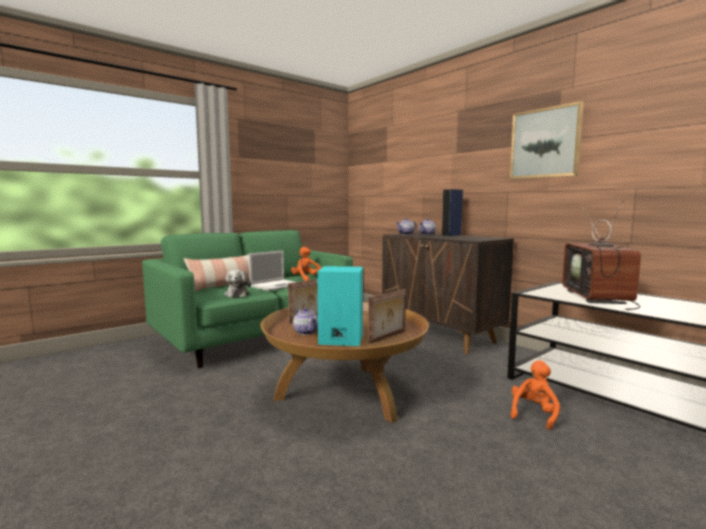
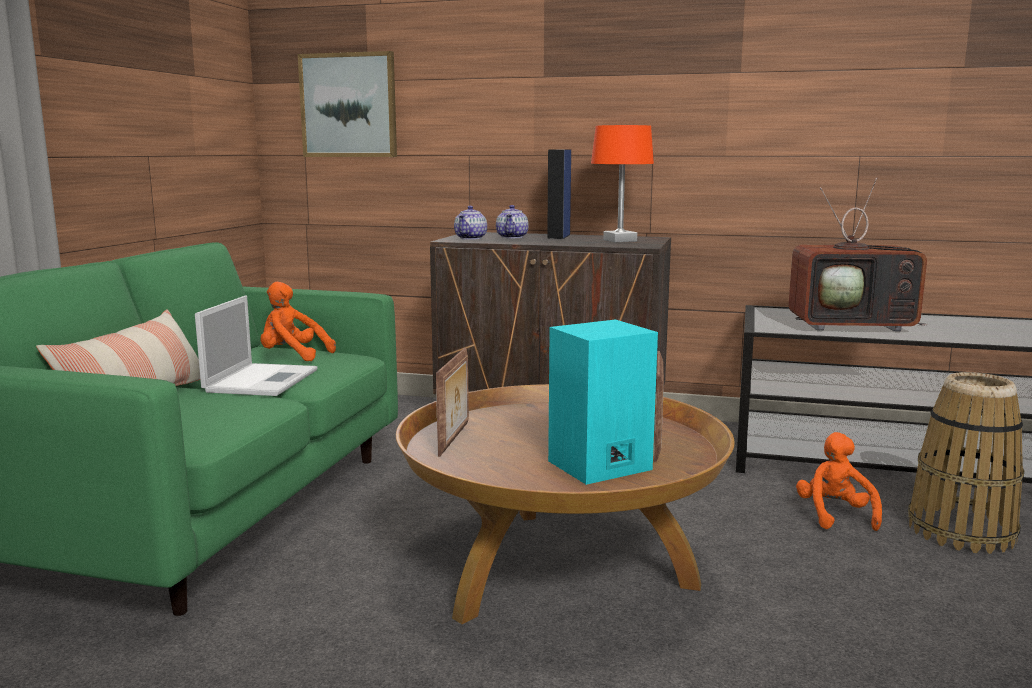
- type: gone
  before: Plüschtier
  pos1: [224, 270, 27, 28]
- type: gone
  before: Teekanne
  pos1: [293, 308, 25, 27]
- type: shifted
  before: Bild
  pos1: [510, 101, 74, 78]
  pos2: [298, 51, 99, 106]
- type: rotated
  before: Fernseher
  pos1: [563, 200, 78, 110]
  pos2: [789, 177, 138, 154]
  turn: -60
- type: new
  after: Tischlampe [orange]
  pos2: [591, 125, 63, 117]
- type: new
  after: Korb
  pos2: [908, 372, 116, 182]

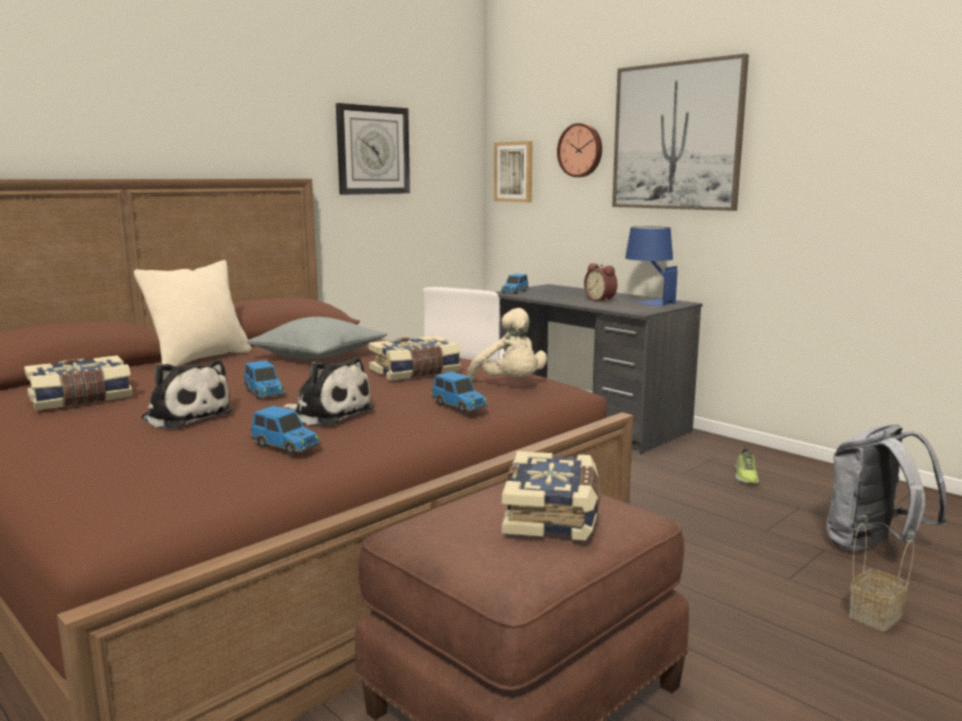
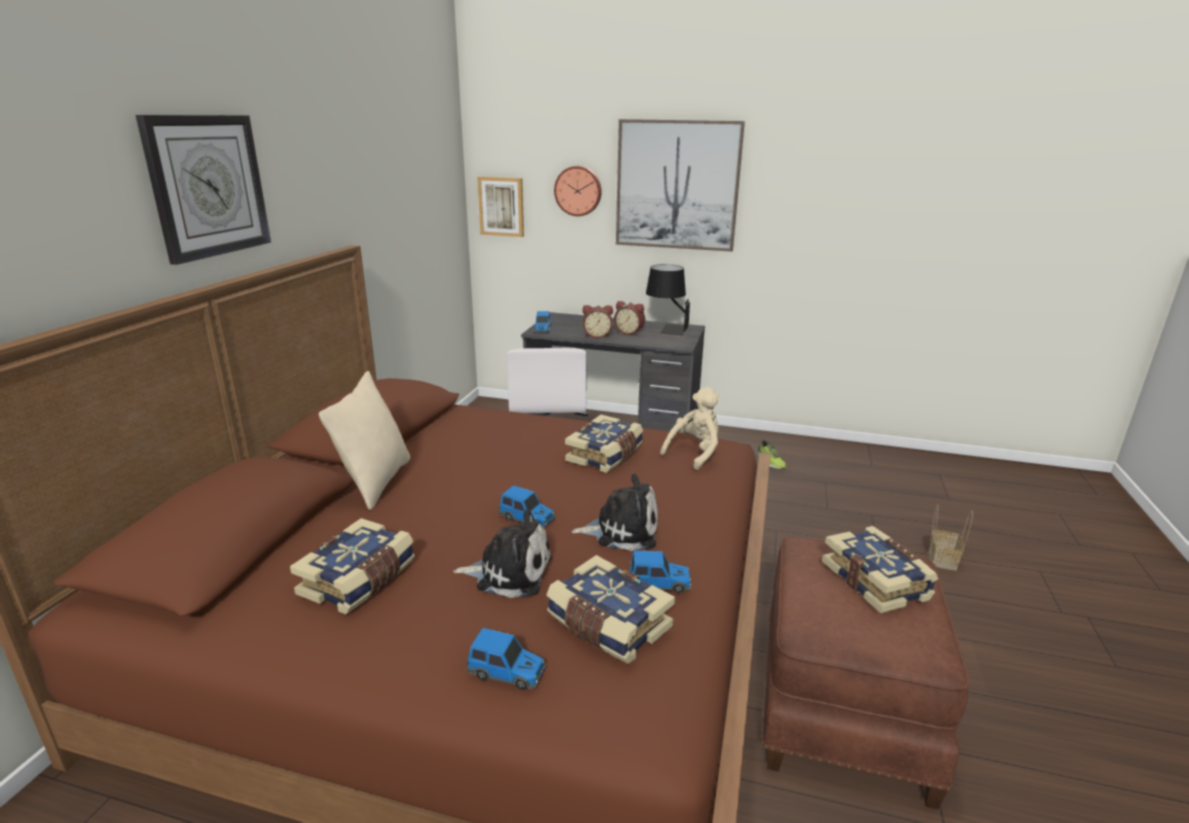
- type: gone
  before: Kissen [grau]
  pos1: [247, 317, 140, 42]
- type: shifted
  before: Wanduhr
  pos1: [336, 103, 74, 92]
  pos2: [136, 115, 135, 150]
- type: shifted
  before: Spielzeugauto
  pos1: [432, 372, 56, 40]
  pos2: [467, 628, 79, 62]
- type: rotated
  before: Plüschtier [beige]
  pos1: [467, 308, 80, 73]
  pos2: [660, 387, 59, 83]
  turn: -75
- type: repainted
  before: Tischlampe [blau]
  after: Tischlampe [schwarz]
  pos1: [625, 226, 55, 80]
  pos2: [646, 264, 44, 71]
- type: gone
  before: Rucksack [grau]
  pos1: [827, 424, 120, 128]
- type: new
  after: Buch
  pos2: [547, 555, 128, 109]
- type: new
  after: Wecker
  pos2: [582, 305, 31, 33]

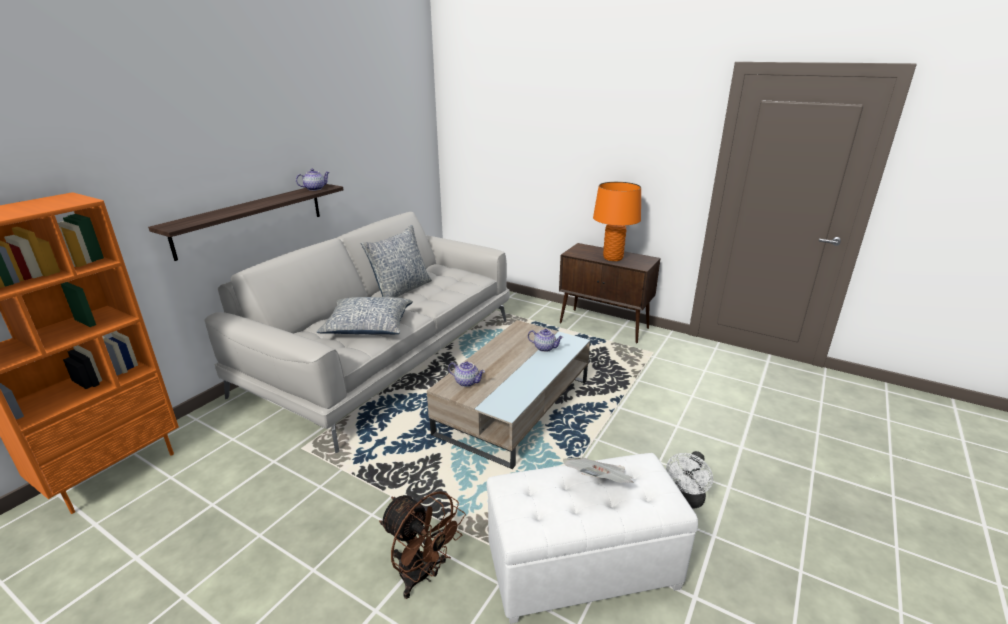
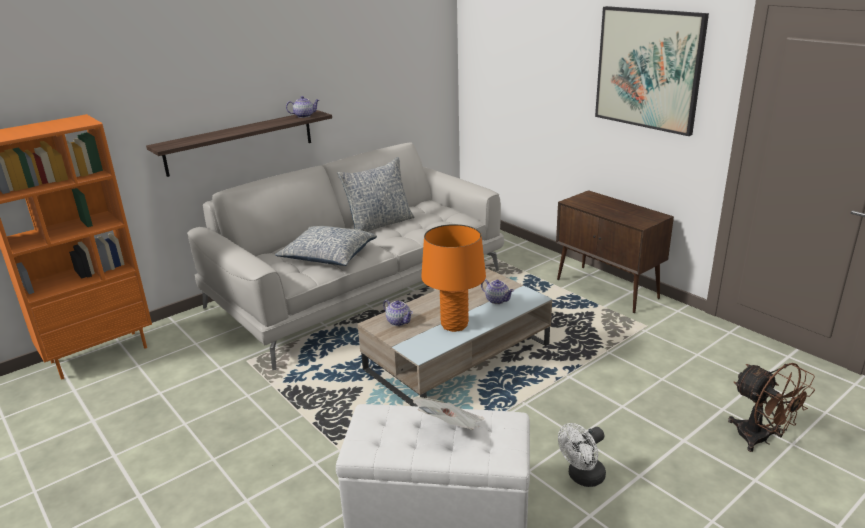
- type: shifted
  before: Ventilator [braun]
  pos1: [379, 491, 87, 108]
  pos2: [728, 363, 87, 89]
- type: shifted
  before: Tischlampe [orange]
  pos1: [593, 182, 48, 79]
  pos2: [421, 224, 65, 108]
- type: new
  after: Bild
  pos2: [595, 6, 114, 130]

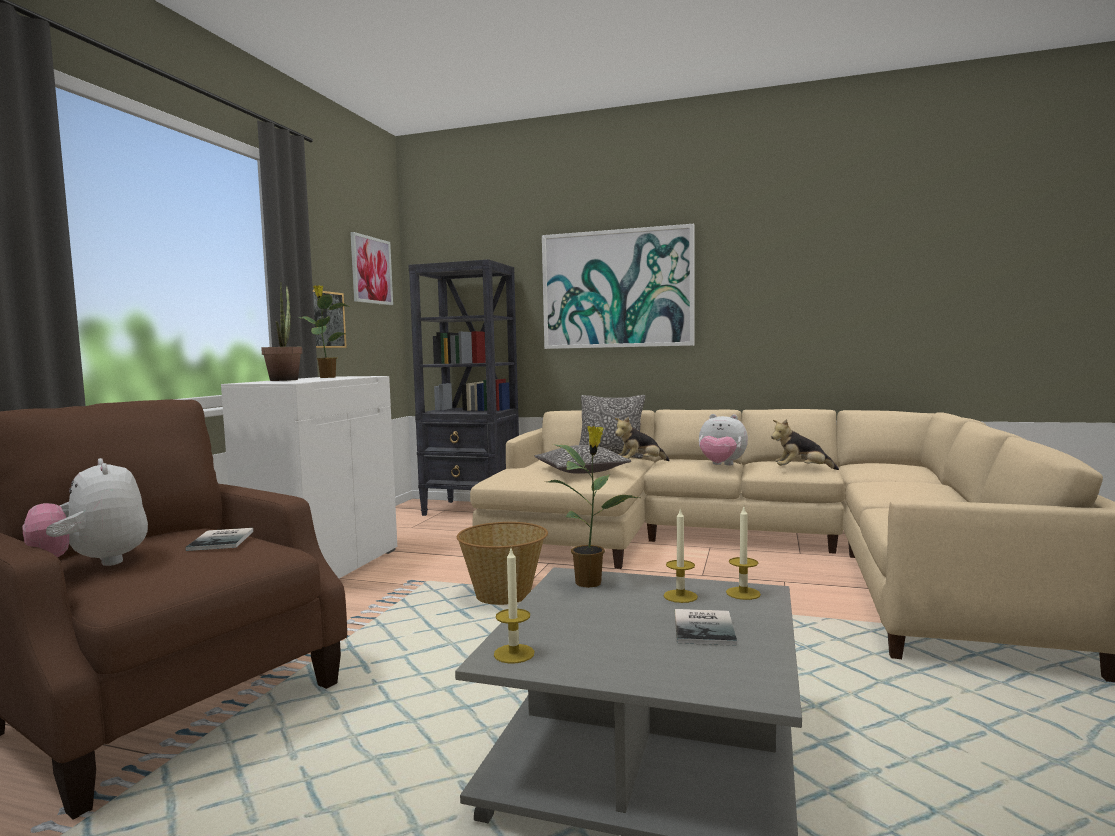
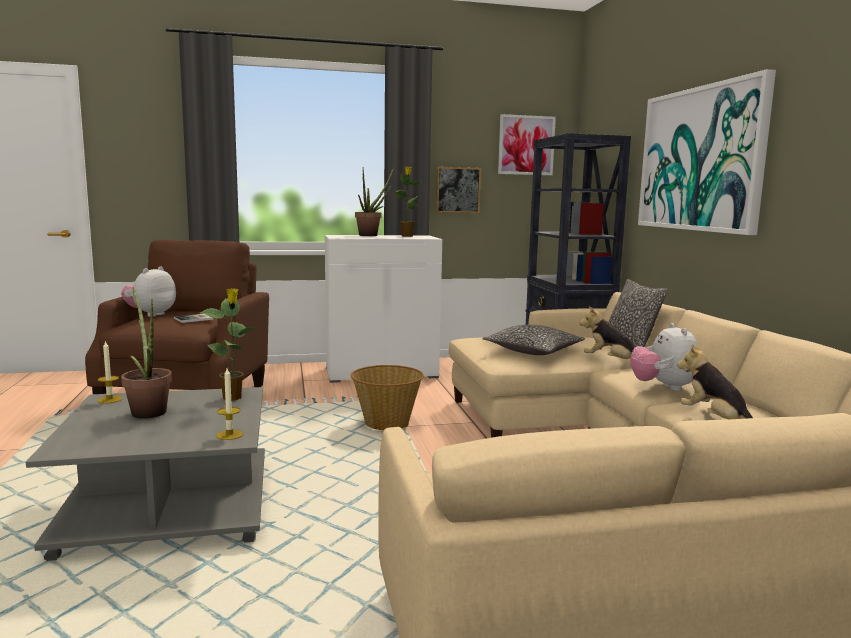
- type: gone
  before: Kerze
  pos1: [664, 509, 34, 94]
- type: gone
  before: Buch
  pos1: [675, 609, 62, 37]
- type: new
  after: Topfpflanze
  pos2: [121, 287, 51, 132]

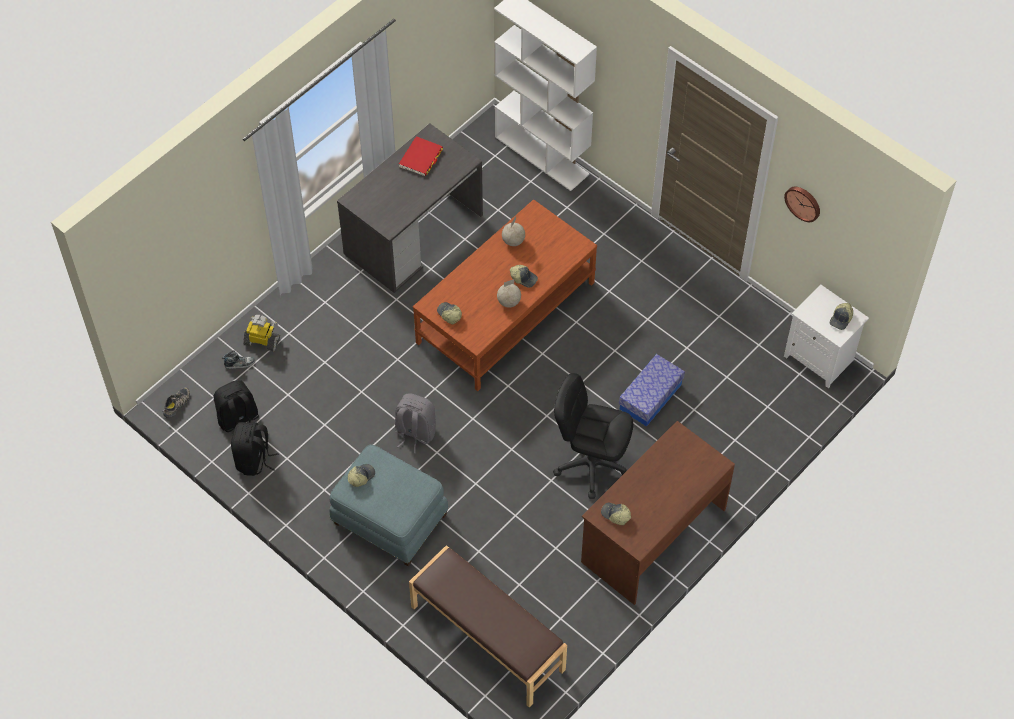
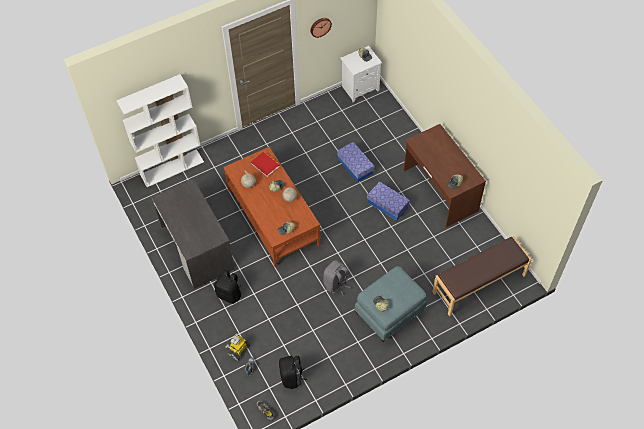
- type: shifted
  before: Rucksack [schwarz]
  pos1: [231, 422, 47, 54]
  pos2: [214, 270, 28, 34]
- type: shifted
  before: Buch [rot]
  pos1: [399, 136, 44, 40]
  pos2: [251, 152, 29, 25]
- type: swapped
  before: Bürostuhl [schwarz]
  after: Aufbewahrungsbox
  pos1: [553, 373, 80, 126]
  pos2: [367, 181, 43, 40]

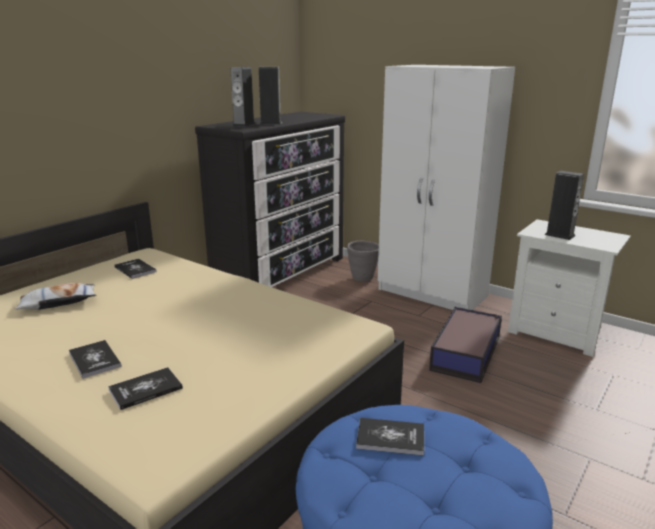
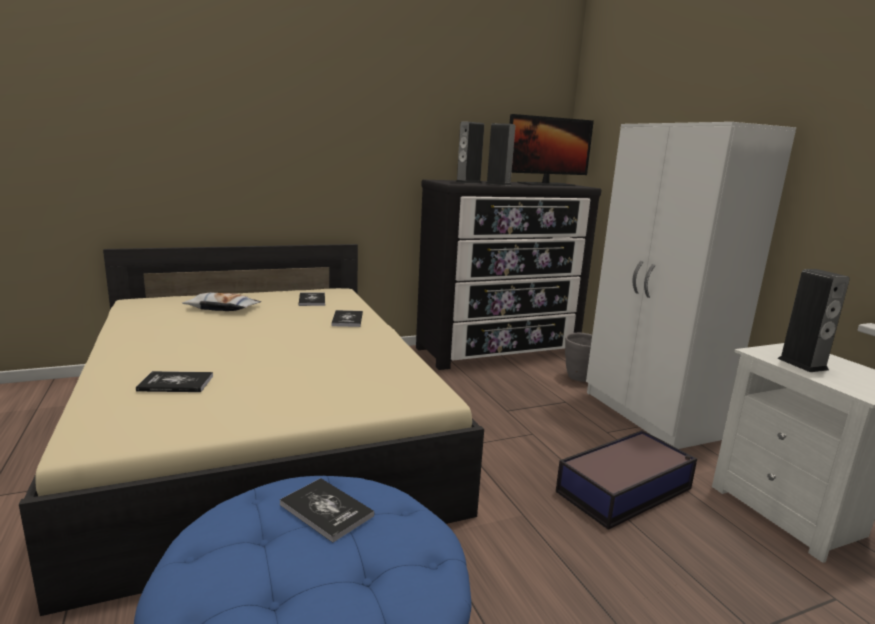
- type: shifted
  before: Buch
  pos1: [69, 340, 53, 39]
  pos2: [331, 310, 32, 17]
- type: new
  after: Monitor
  pos2: [510, 114, 84, 72]

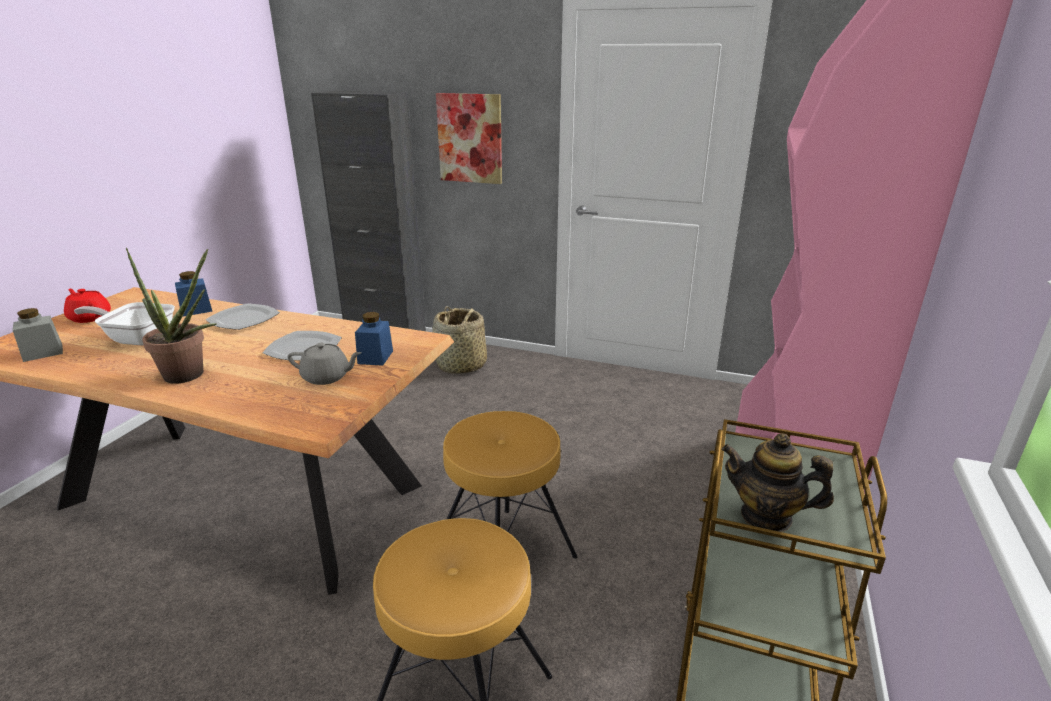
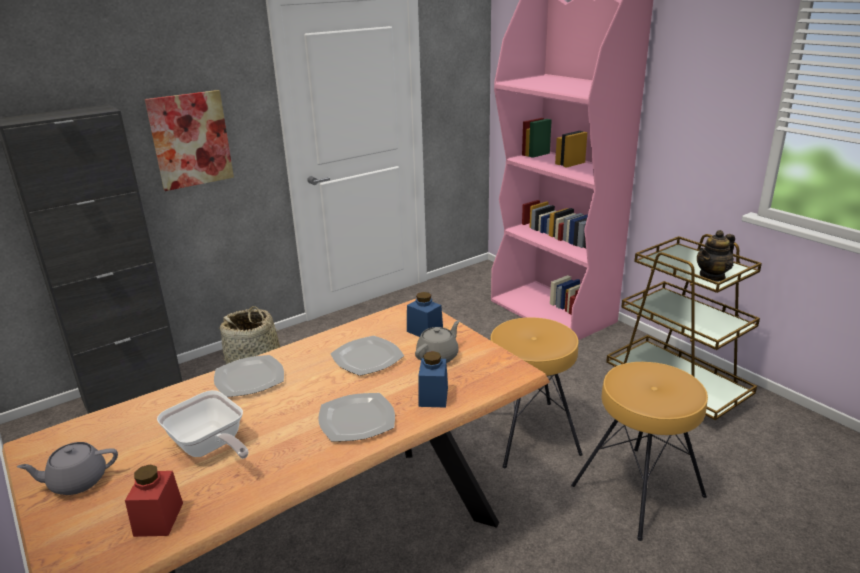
- type: repainted
  before: Vorratsglas [grau]
  after: Vorratsglas [rot]
  pos1: [12, 308, 51, 54]
  pos2: [125, 464, 58, 73]
- type: repainted
  before: Teekanne [rot]
  after: Teekanne [grau]
  pos1: [64, 289, 47, 34]
  pos2: [17, 442, 101, 53]
- type: rotated
  before: Pfanne
  pos1: [74, 302, 101, 44]
  pos2: [157, 390, 92, 69]
  turn: -90
- type: swapped
  before: Topfpflanze
  after: Teller
  pos1: [126, 248, 91, 136]
  pos2: [318, 393, 77, 49]
- type: shifted
  before: Vorratsglas [blau]
  pos1: [175, 271, 38, 46]
  pos2: [418, 351, 30, 57]

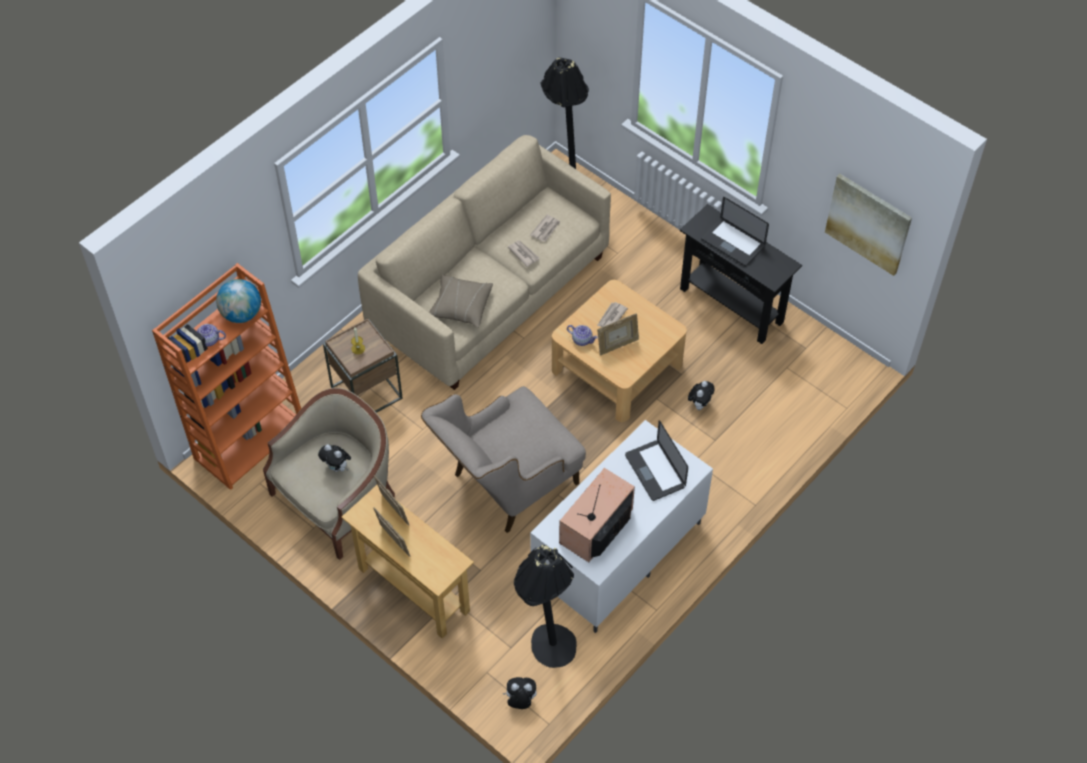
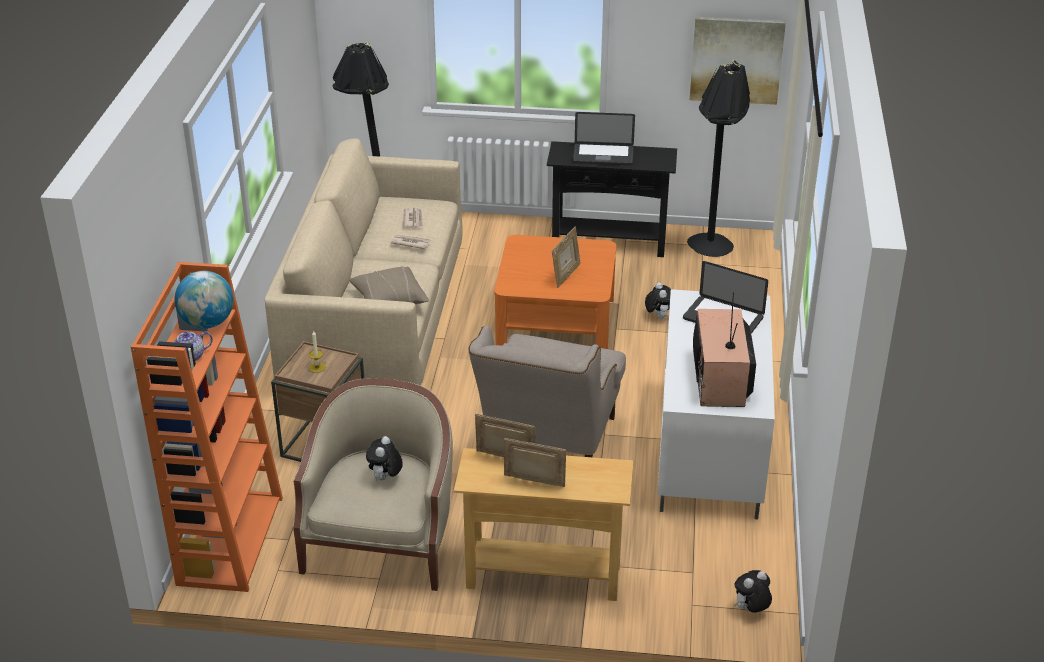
- type: rotated
  before: Plüschtier
  pos1: [318, 444, 33, 28]
  pos2: [366, 436, 37, 44]
  turn: 105
- type: shifted
  before: Stehlampe [schwarz]
  pos1: [514, 545, 63, 123]
  pos2: [687, 60, 63, 197]
- type: repainted
  before: Couchtisch [beige]
  after: Couchtisch [orange]
  pos1: [552, 280, 135, 142]
  pos2: [494, 235, 122, 114]
- type: gone
  before: Teekanne
  pos1: [567, 325, 31, 21]
- type: gone
  before: Zeitung
  pos1: [597, 302, 31, 25]

